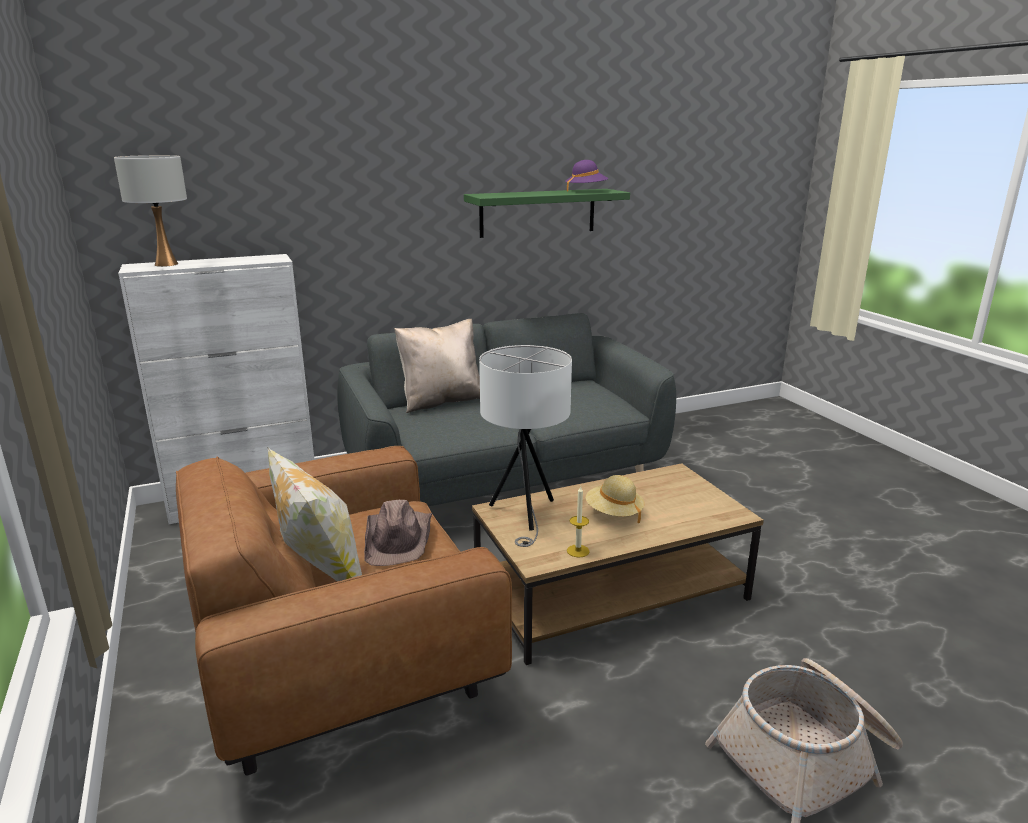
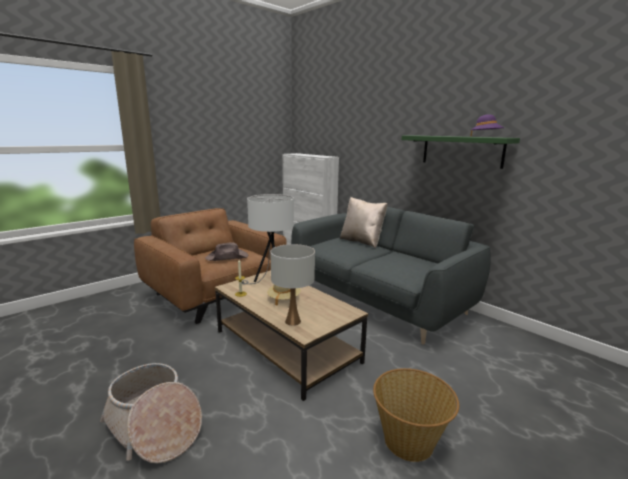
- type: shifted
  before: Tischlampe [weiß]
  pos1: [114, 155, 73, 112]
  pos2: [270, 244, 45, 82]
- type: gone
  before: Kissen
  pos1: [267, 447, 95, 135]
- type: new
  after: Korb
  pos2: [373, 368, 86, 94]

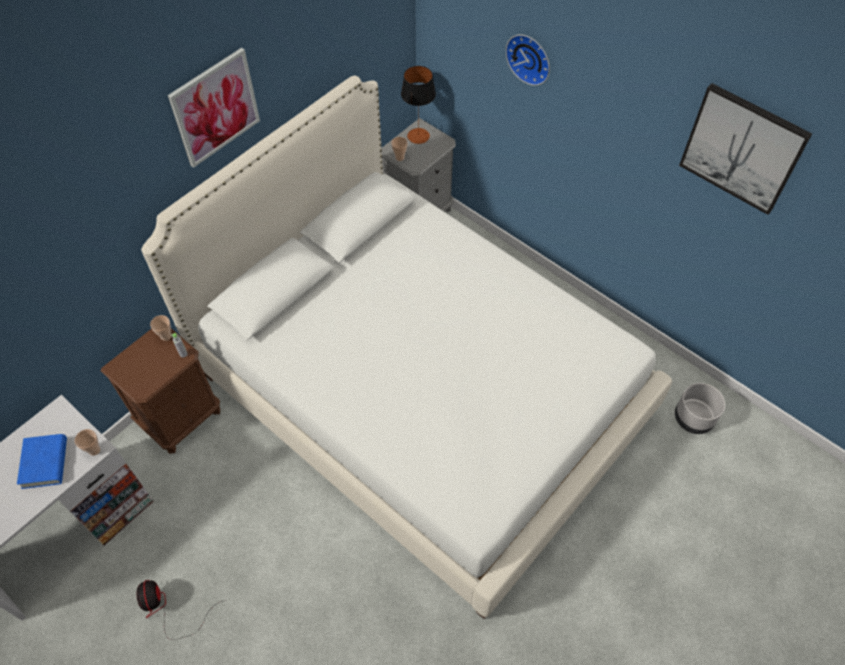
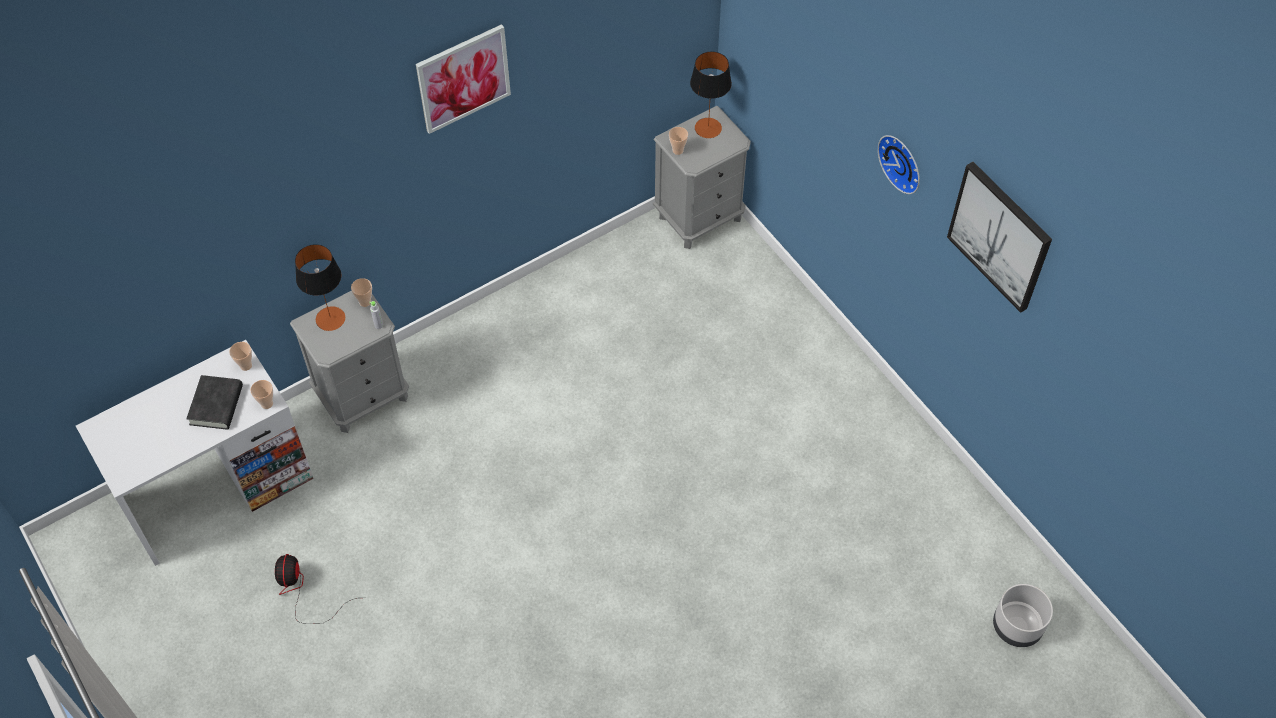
- type: repainted
  before: Buch [blau]
  after: Buch [schwarz]
  pos1: [17, 434, 50, 55]
  pos2: [186, 375, 57, 54]
- type: repainted
  before: Nachttisch [braun]
  after: Nachttisch [grau]
  pos1: [101, 328, 119, 126]
  pos2: [290, 291, 119, 142]
- type: gone
  before: Bett [weiß]
  pos1: [141, 76, 531, 543]
- type: shifted
  before: Wanduhr
  pos1: [505, 34, 45, 52]
  pos2: [877, 135, 43, 59]
- type: shifted
  before: Pflanzkübel [grau]
  pos1: [675, 383, 50, 51]
  pos2: [993, 584, 60, 63]
- type: new
  after: Tasse
  pos2: [229, 342, 23, 29]
- type: new
  after: Tischlampe
  pos2: [295, 244, 50, 87]

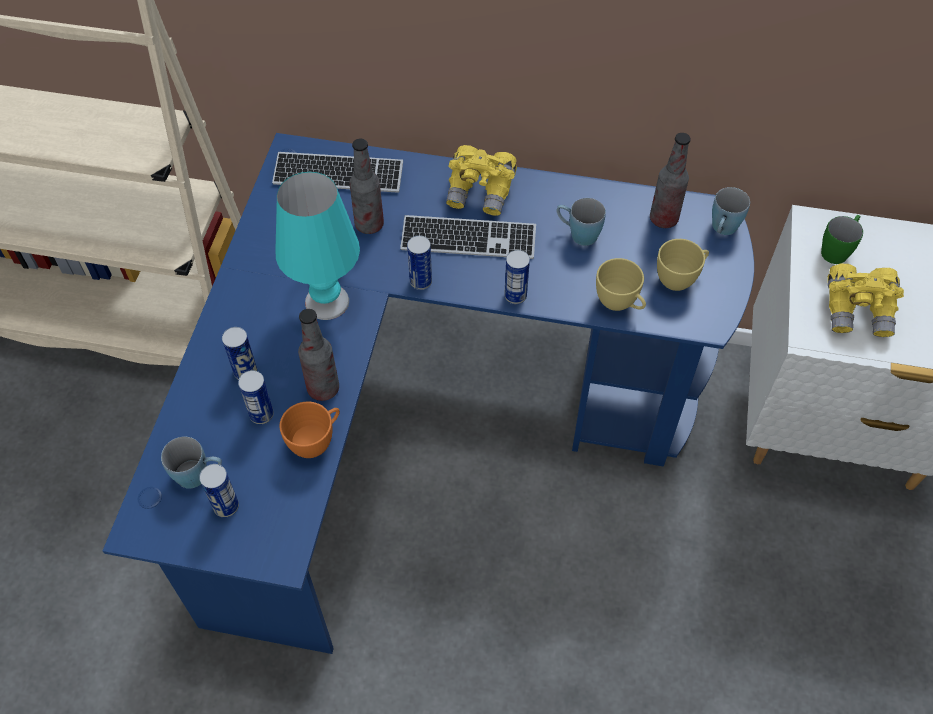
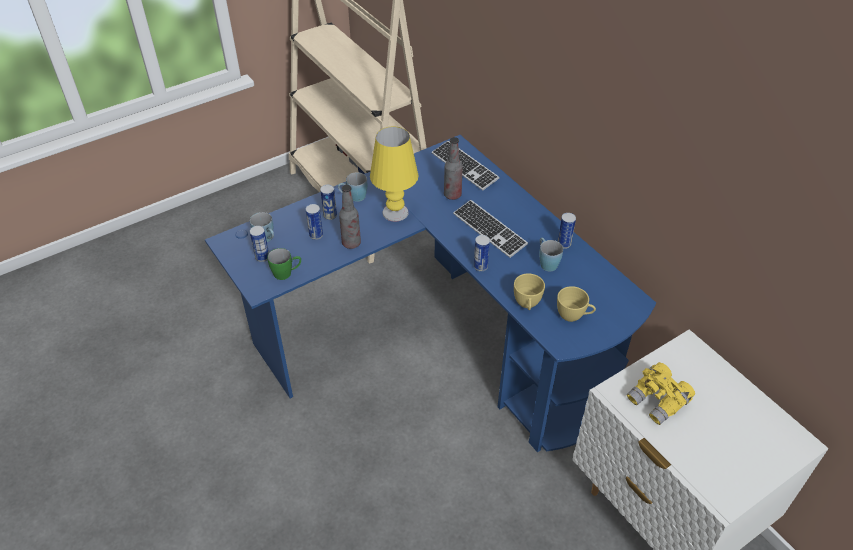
- type: repainted
  before: Tischlampe [türkis]
  after: Tischlampe [gelb]
  pos1: [275, 172, 85, 148]
  pos2: [370, 126, 49, 96]
- type: gone
  before: Tasse [orange]
  pos1: [279, 402, 61, 56]
- type: shifted
  before: Dose
  pos1: [407, 235, 25, 55]
  pos2: [558, 213, 18, 36]
- type: gone
  before: Fernglas [gelb]
  pos1: [446, 145, 71, 71]
- type: gone
  before: Flasche
  pos1: [650, 133, 41, 95]
- type: shifted
  before: Henkelbecher [blau]
  pos1: [712, 187, 38, 48]
  pos2: [338, 172, 29, 30]
- type: shifted
  before: Henkelbecher [grün]
  pos1: [821, 215, 42, 49]
  pos2: [268, 248, 33, 32]

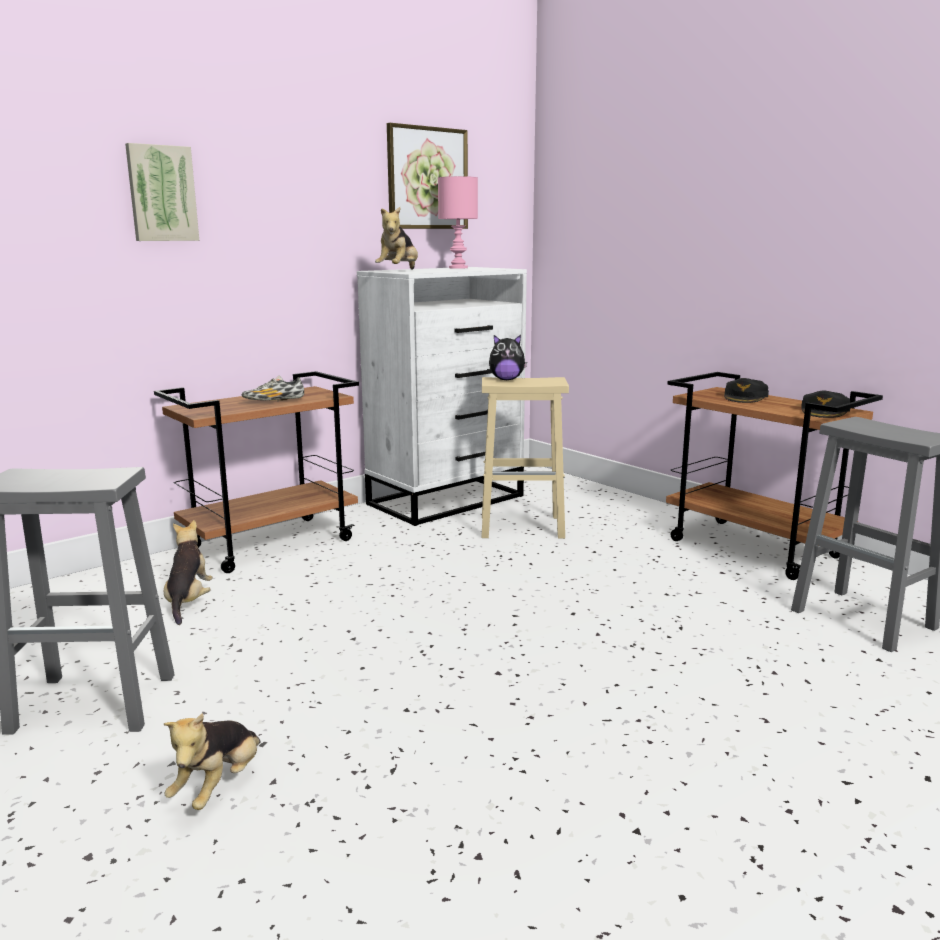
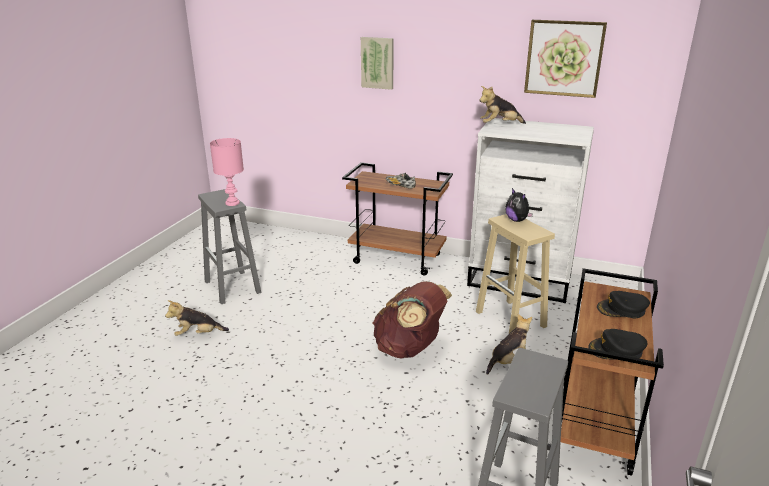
- type: shifted
  before: Plüschtier
  pos1: [164, 520, 49, 105]
  pos2: [486, 314, 46, 61]
- type: shifted
  before: Tischlampe [rosa]
  pos1: [438, 176, 40, 93]
  pos2: [210, 138, 34, 68]
- type: new
  after: Rucksack [braun]
  pos2: [373, 281, 79, 77]

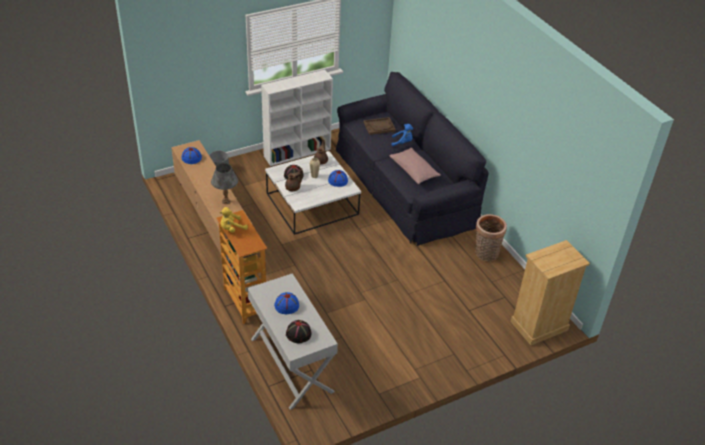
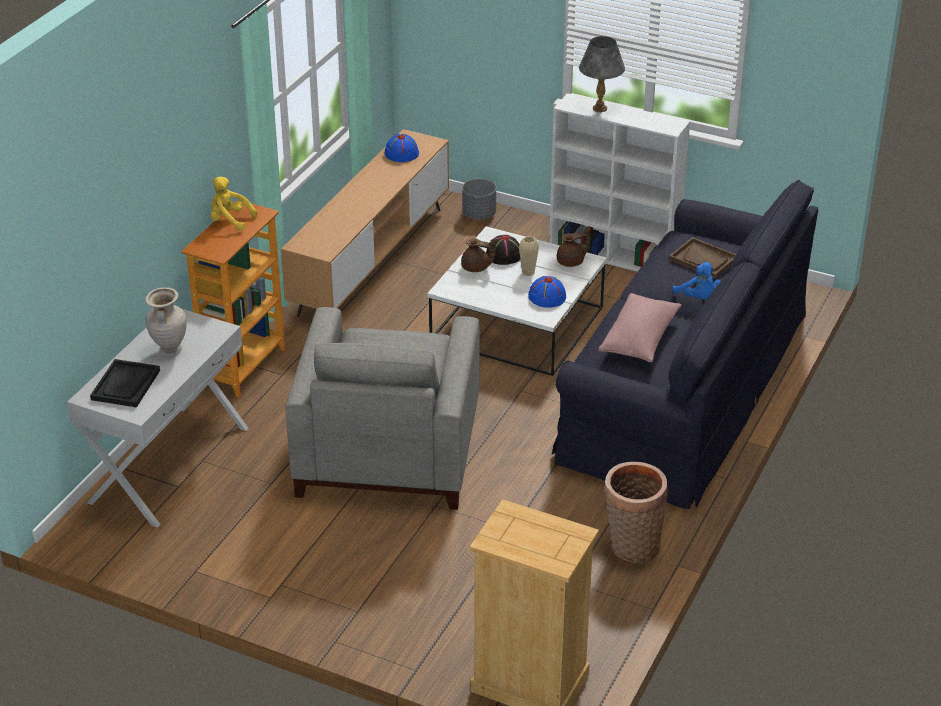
- type: shifted
  before: Tischlampe [grau]
  pos1: [211, 163, 27, 41]
  pos2: [579, 36, 46, 76]
- type: swapped
  before: Hut [blau]
  after: Vase [beige]
  pos1: [274, 292, 25, 22]
  pos2: [145, 287, 42, 70]
- type: swapped
  before: Hut [schwarz]
  after: Tablett [schwarz]
  pos1: [286, 320, 26, 24]
  pos2: [90, 359, 70, 48]
- type: new
  after: Sessel [grau]
  pos2: [285, 307, 195, 203]

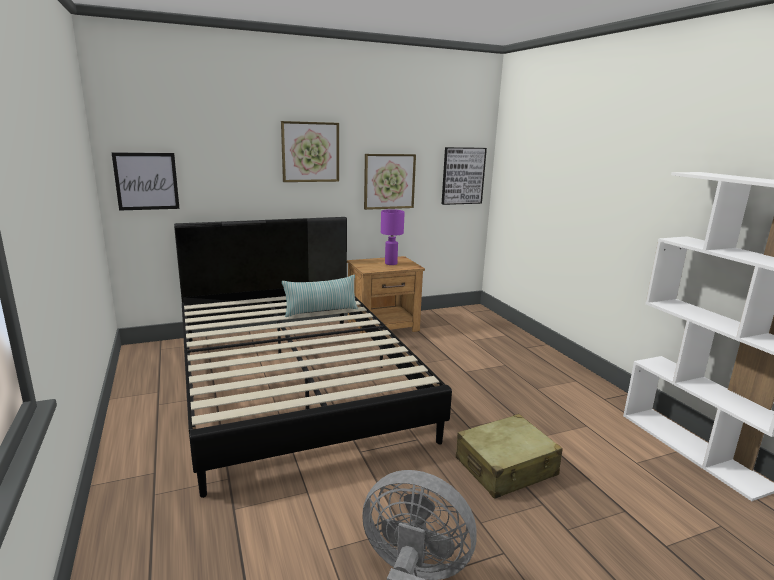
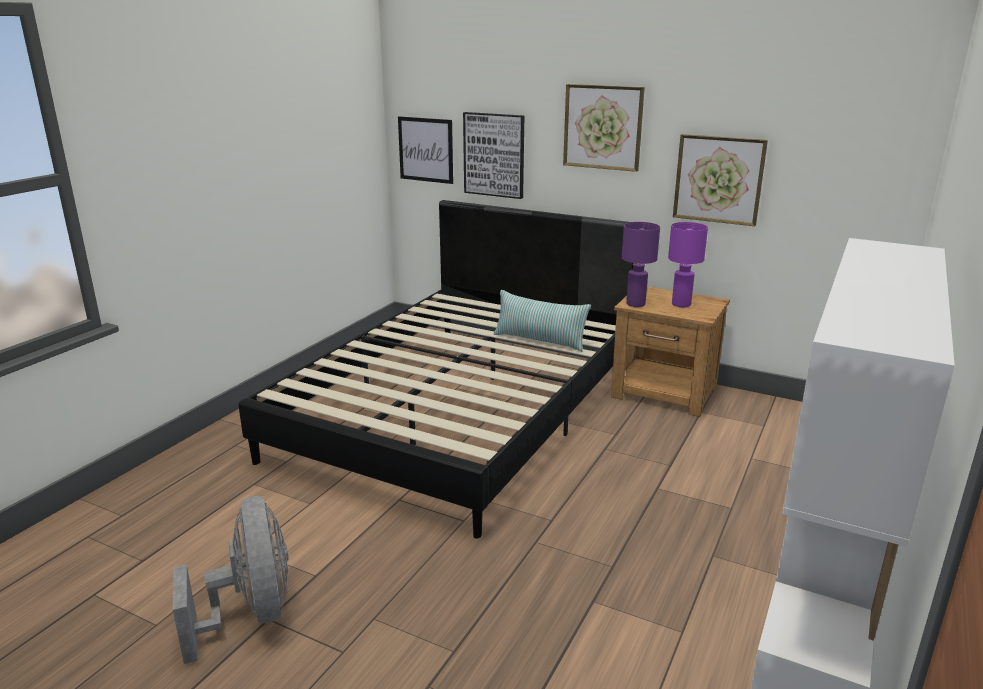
- type: shifted
  before: Bild
  pos1: [442, 147, 45, 58]
  pos2: [463, 112, 61, 87]
- type: gone
  before: Koffer [beige]
  pos1: [456, 414, 107, 85]
- type: new
  after: Tischlampe [lila]
  pos2: [622, 222, 38, 85]

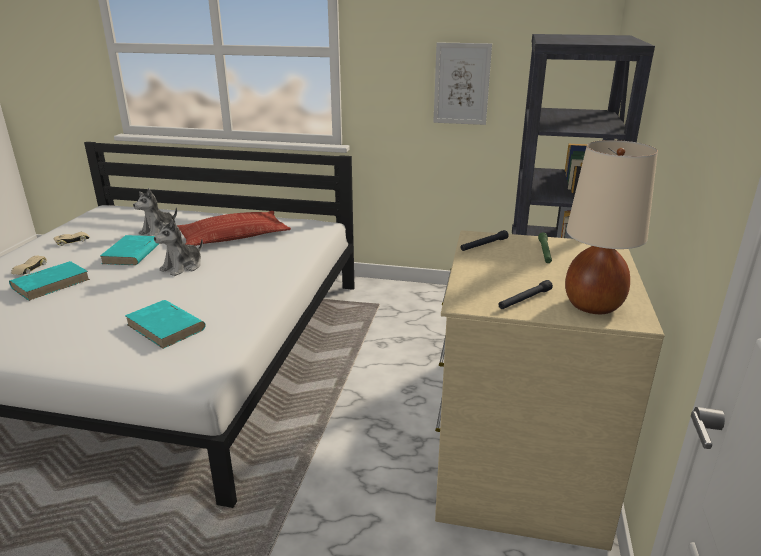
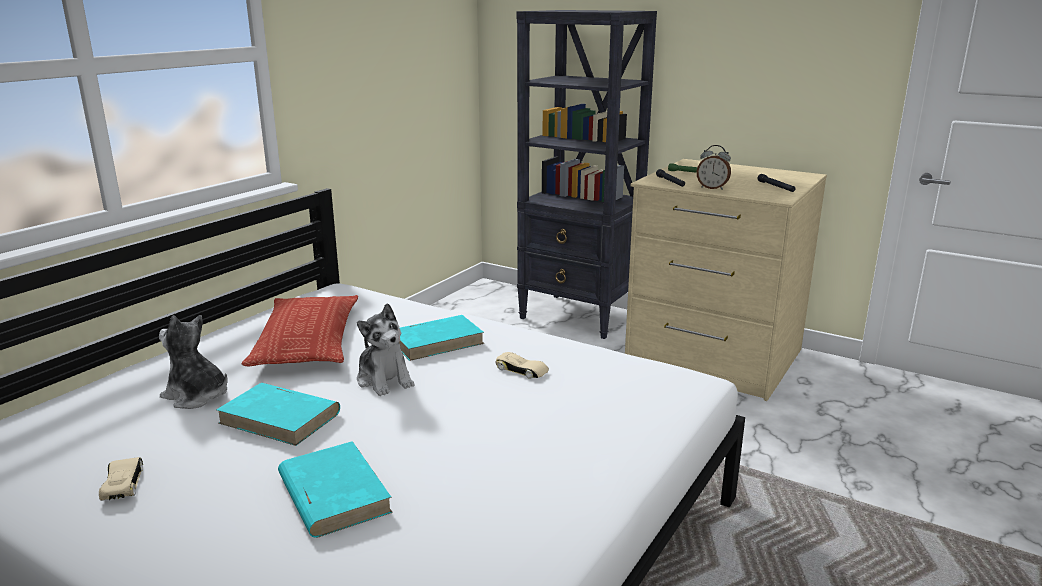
- type: shifted
  before: Spielzeugauto [beige]
  pos1: [11, 256, 36, 19]
  pos2: [495, 352, 54, 27]
- type: shifted
  before: Buch [türkis]
  pos1: [125, 300, 81, 49]
  pos2: [399, 315, 85, 46]
- type: rotated
  before: Plüschtier
  pos1: [133, 188, 44, 48]
  pos2: [159, 315, 68, 94]
  turn: 150
- type: gone
  before: Bild
  pos1: [433, 42, 59, 83]
- type: gone
  before: Tischlampe [beige]
  pos1: [565, 140, 93, 174]
- type: new
  after: Wecker
  pos2: [697, 145, 34, 45]

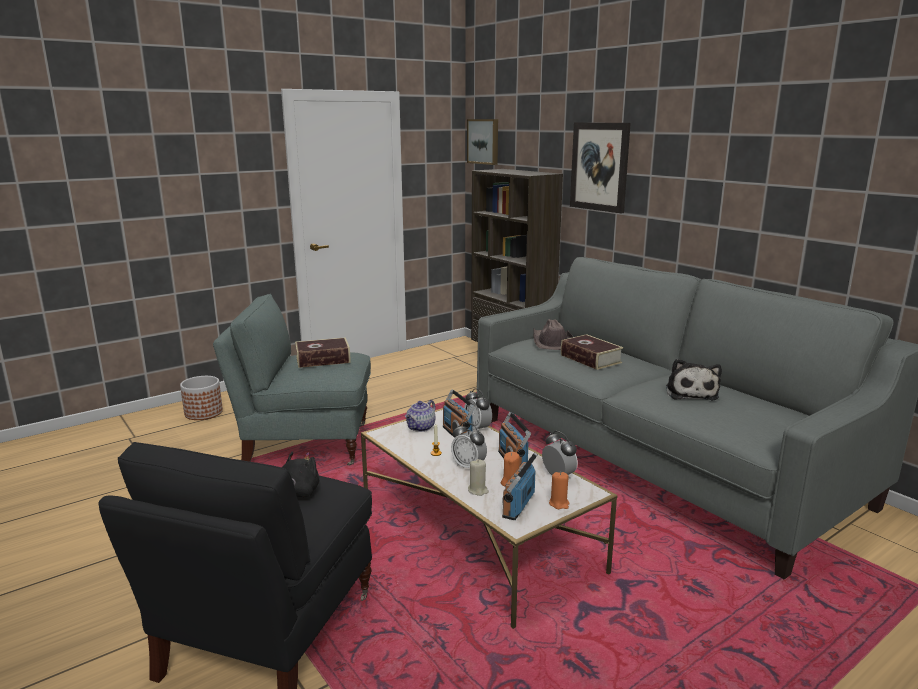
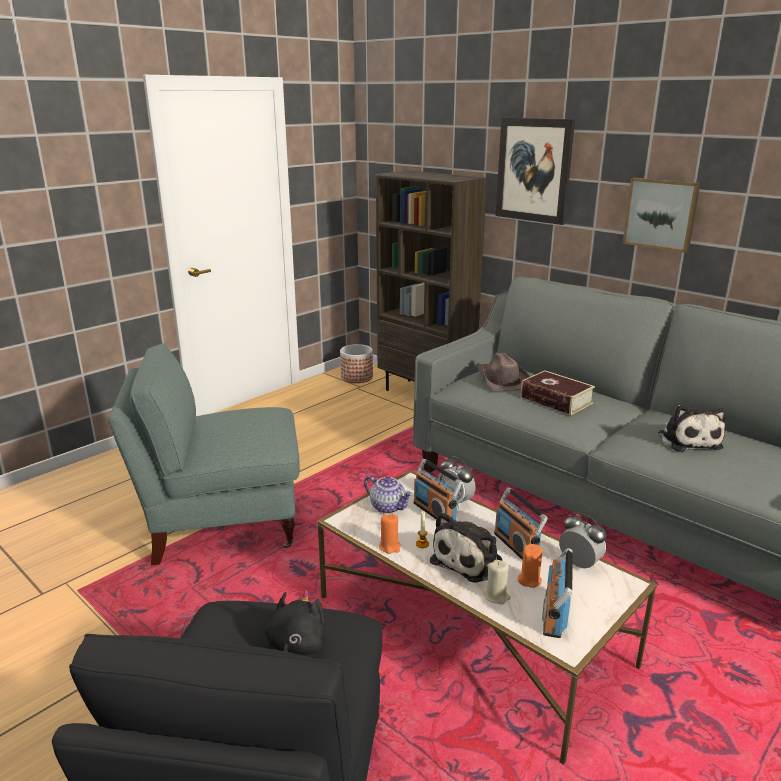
- type: shifted
  before: Pflanzkübel
  pos1: [180, 376, 43, 44]
  pos2: [340, 344, 33, 39]
- type: gone
  before: Buch
  pos1: [295, 337, 56, 31]
- type: rotated
  before: Teekanne
  pos1: [405, 400, 30, 32]
  pos2: [364, 476, 49, 38]
  turn: -75
- type: swapped
  before: Wecker
  after: Plüschtier
  pos1: [451, 422, 36, 46]
  pos2: [430, 512, 72, 71]
- type: shifted
  before: Bild
  pos1: [467, 119, 31, 46]
  pos2: [623, 178, 77, 75]
- type: shifted
  before: Kerze [orange]
  pos1: [549, 472, 21, 37]
  pos2: [379, 514, 22, 40]

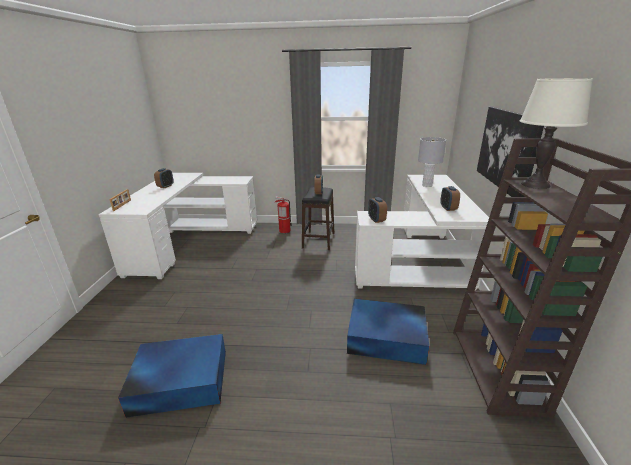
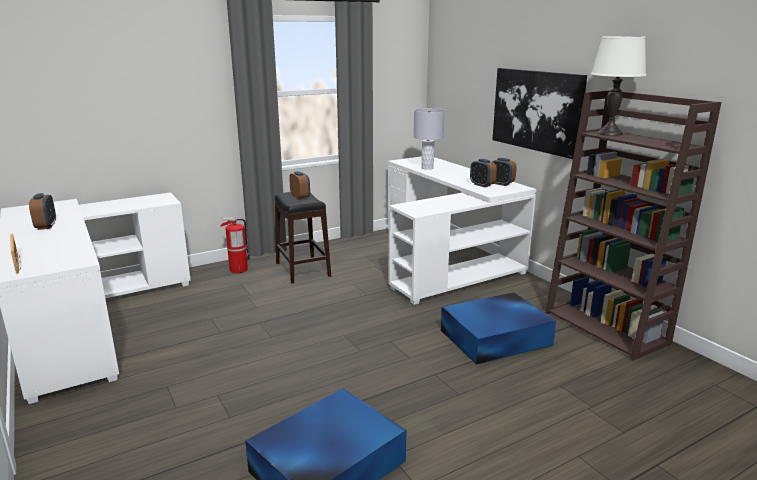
- type: shifted
  before: Wecker
  pos1: [368, 197, 19, 26]
  pos2: [492, 158, 25, 28]

